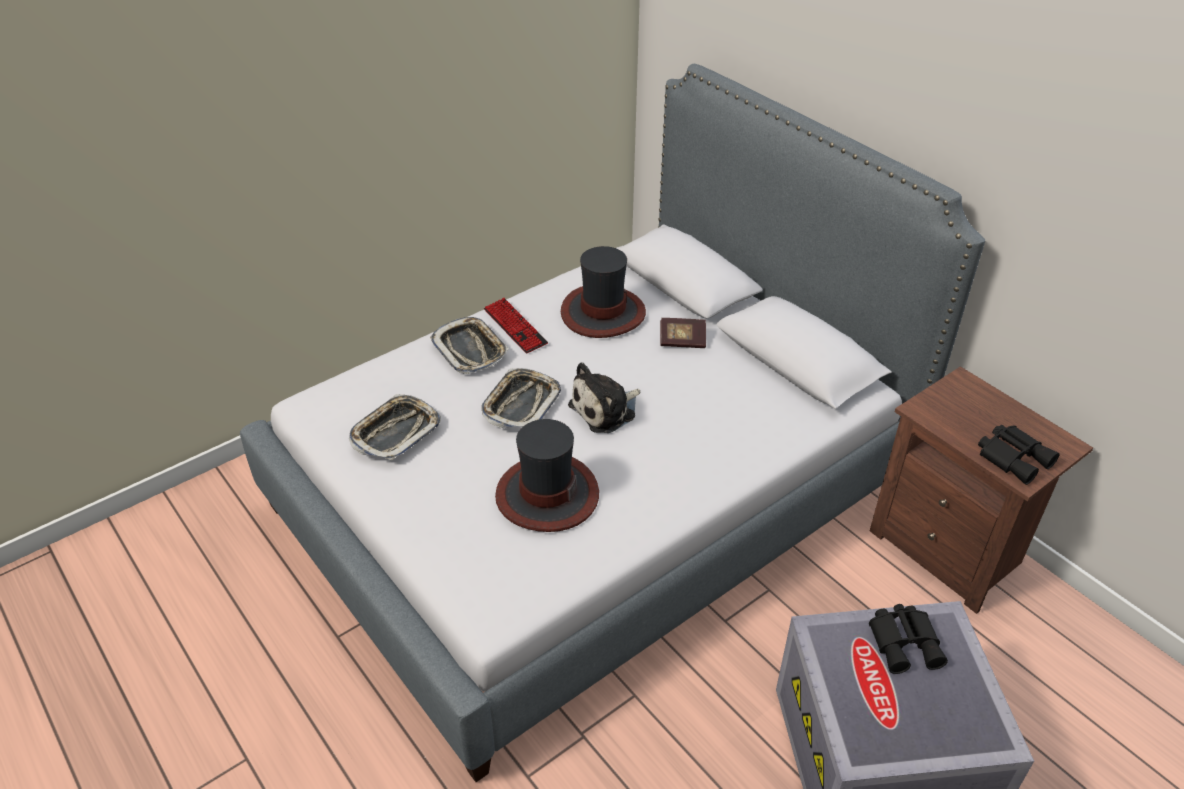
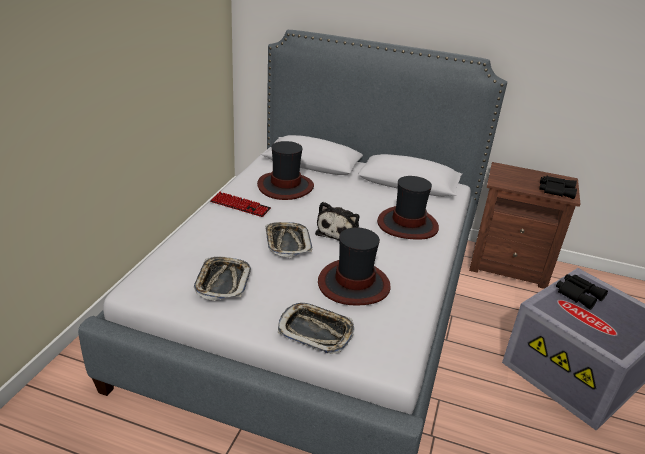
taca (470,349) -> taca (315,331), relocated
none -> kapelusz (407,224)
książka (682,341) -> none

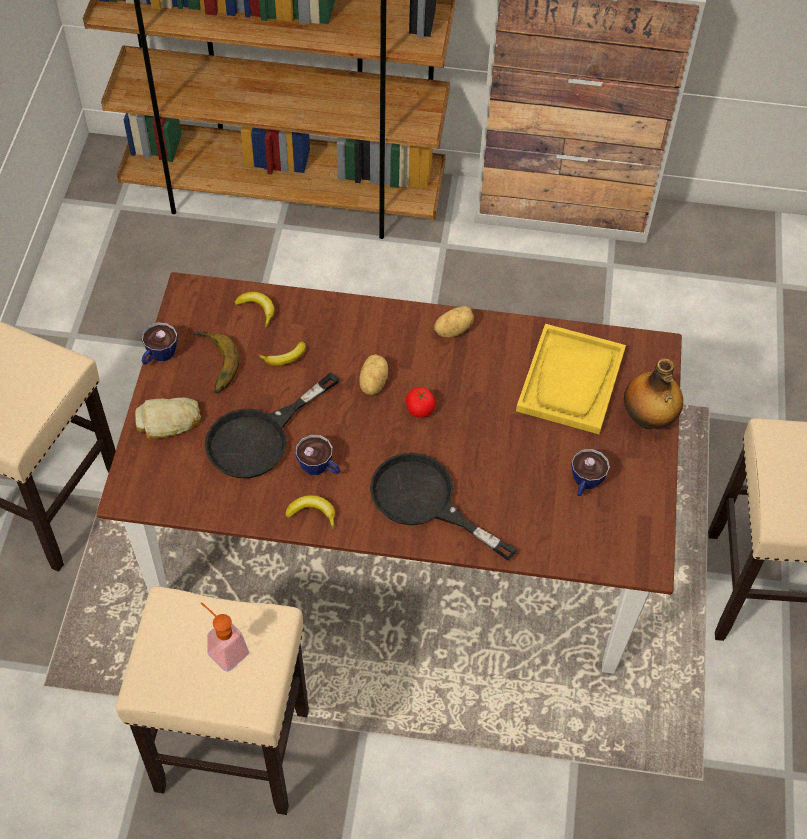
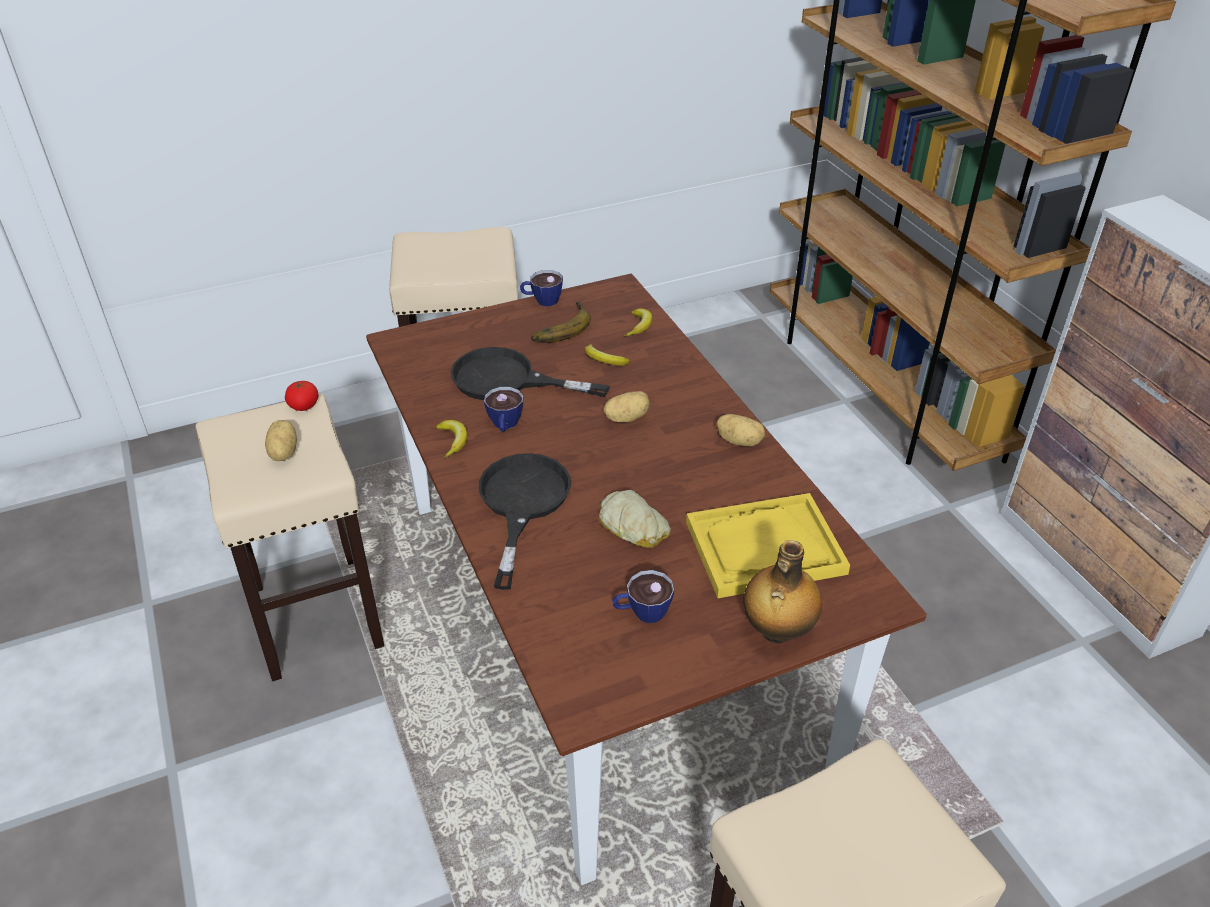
dozownik mydła (223,649) -> ziemniak (282,453)
pomidor (419,409) -> pomidor (304,406), relocated
chleb (169,421) -> chleb (633,526), relocated

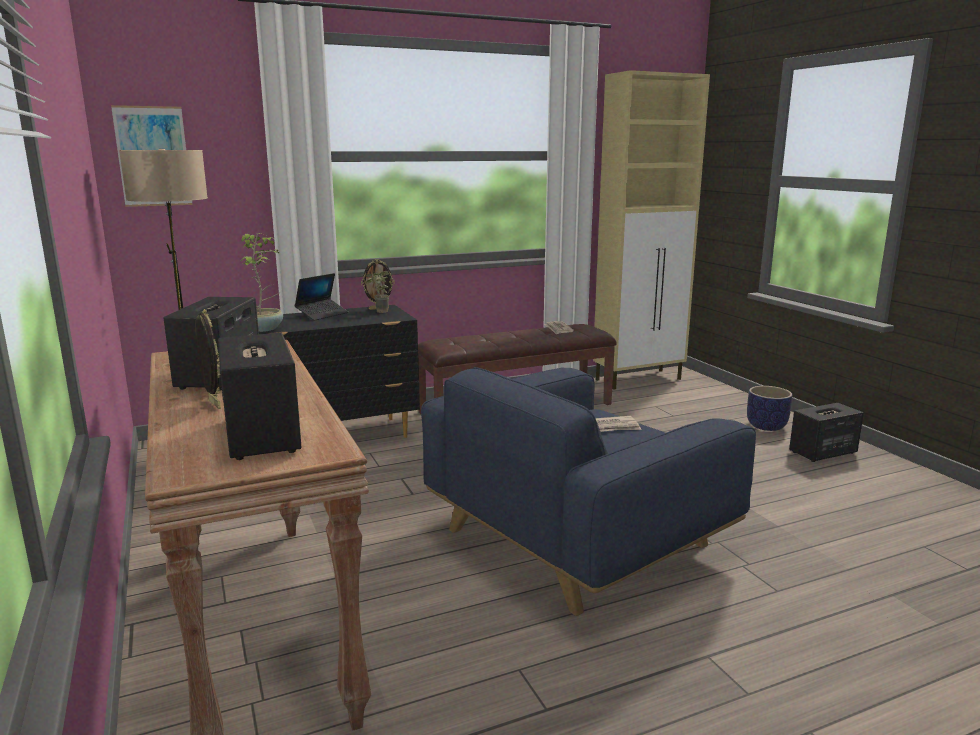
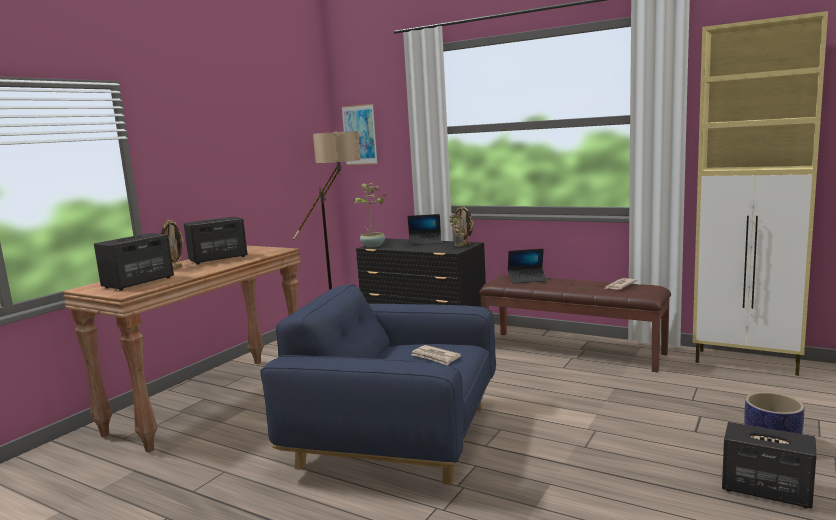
none -> laptop (527,279)

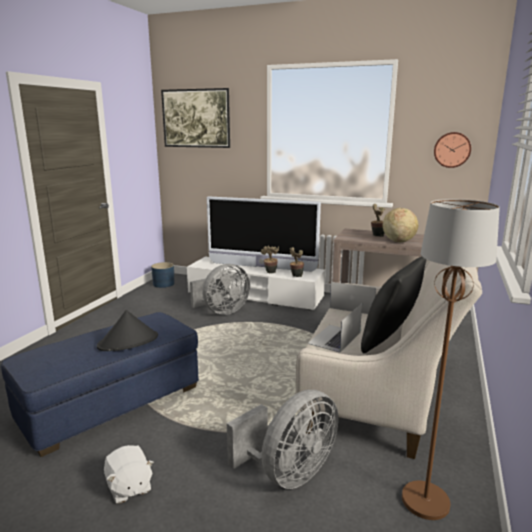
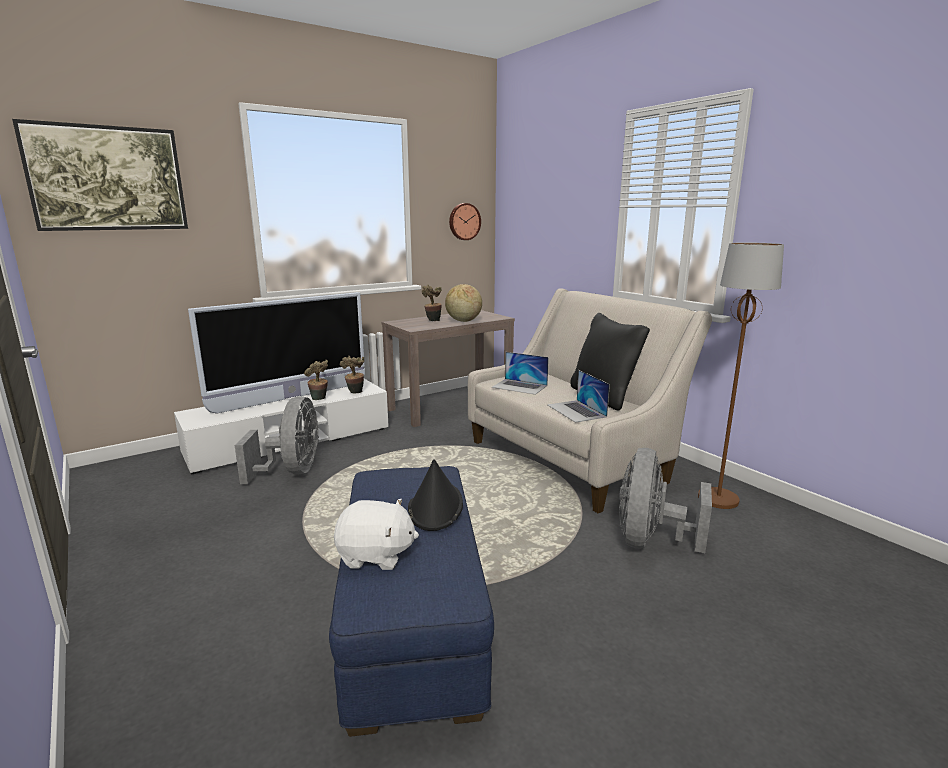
pluszak [biały] (129,487) -> pluszak [biały] (375,555), relocated
laptop (354,306) -> laptop (519,386), 120 degrees counterclockwise
wentylator [szary] (289,473) -> wentylator [szary] (650,541), 150 degrees counterclockwise
donica [niebieski] (164,284) -> none

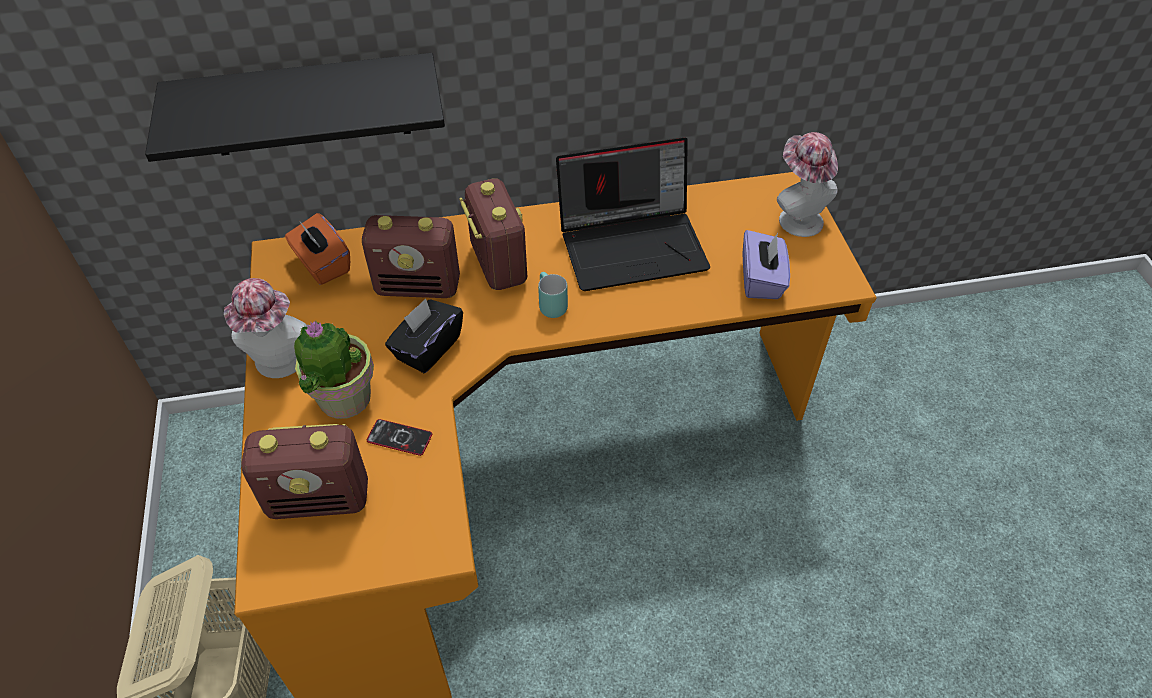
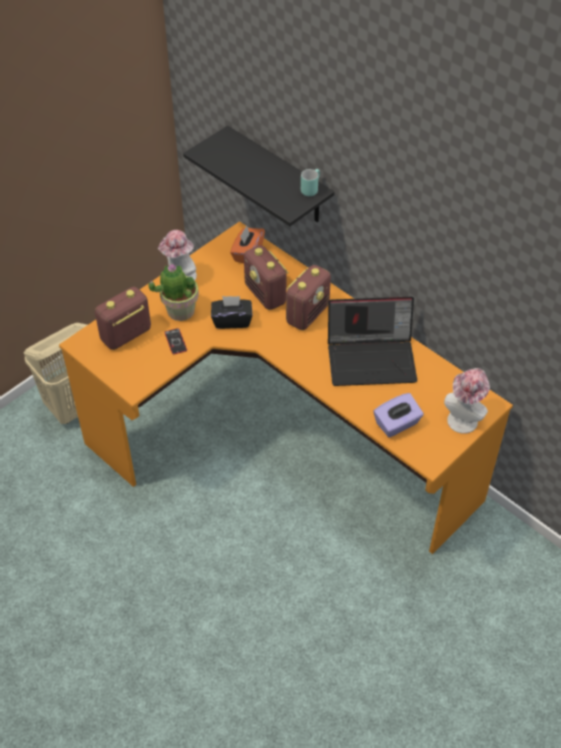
radio (320,498) -> radio (126,335), 90 degrees clockwise
kubek [turkusowy] (548,305) -> kubek [turkusowy] (310,189), relocated
laptop (633,244) -> laptop (372,358), 45 degrees counterclockwise

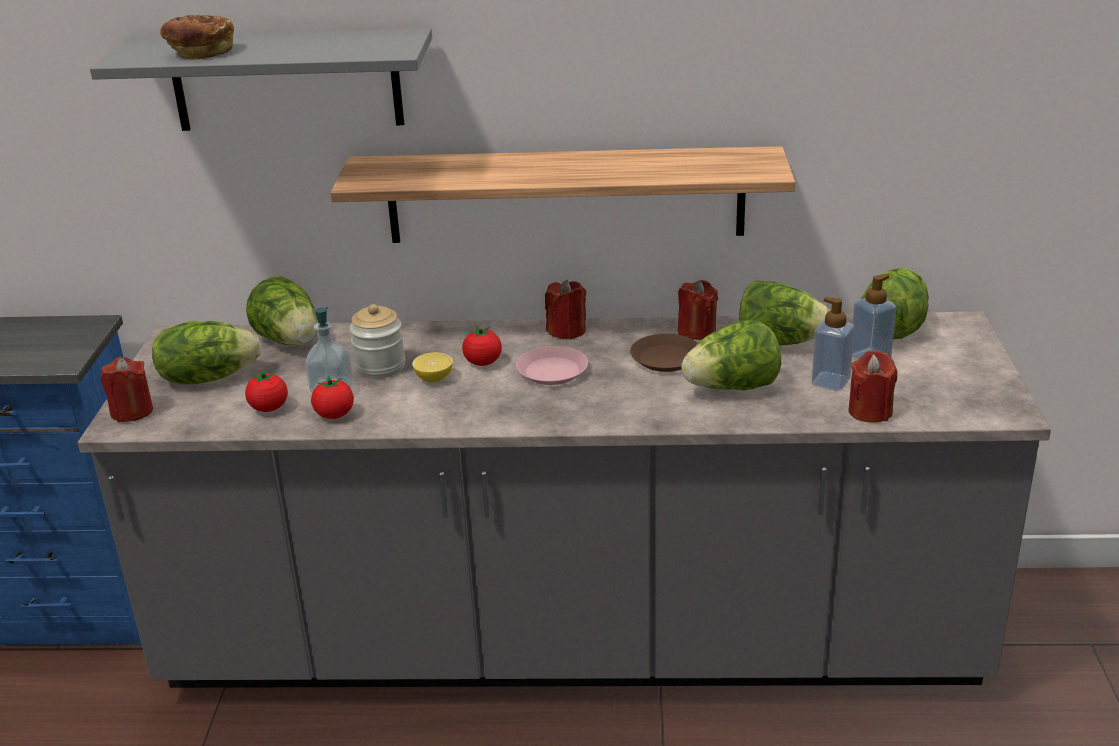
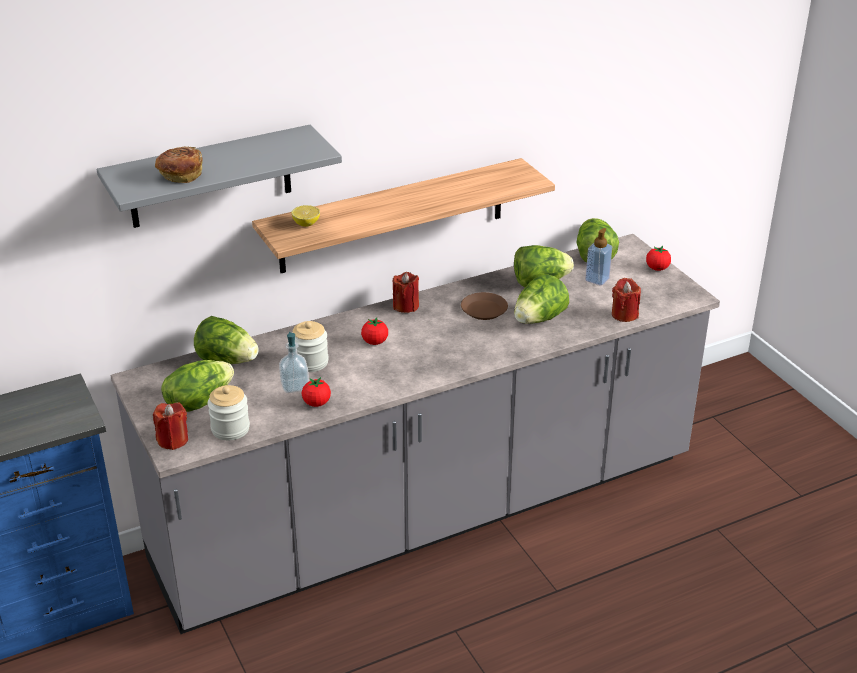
none -> słoik (230,429)
cytryna (434,378) -> cytryna (306,224), relocated
pomidor (269,408) -> pomidor (657,268), relocated
talerz [różowy] (552,371) -> none
świeca [czerwony] (696,331) -> none
dozownik mydła (830,381) -> none

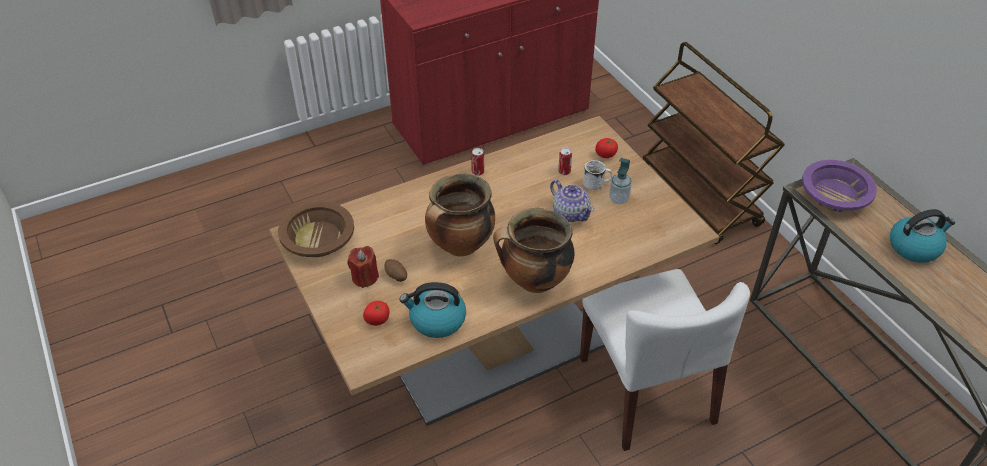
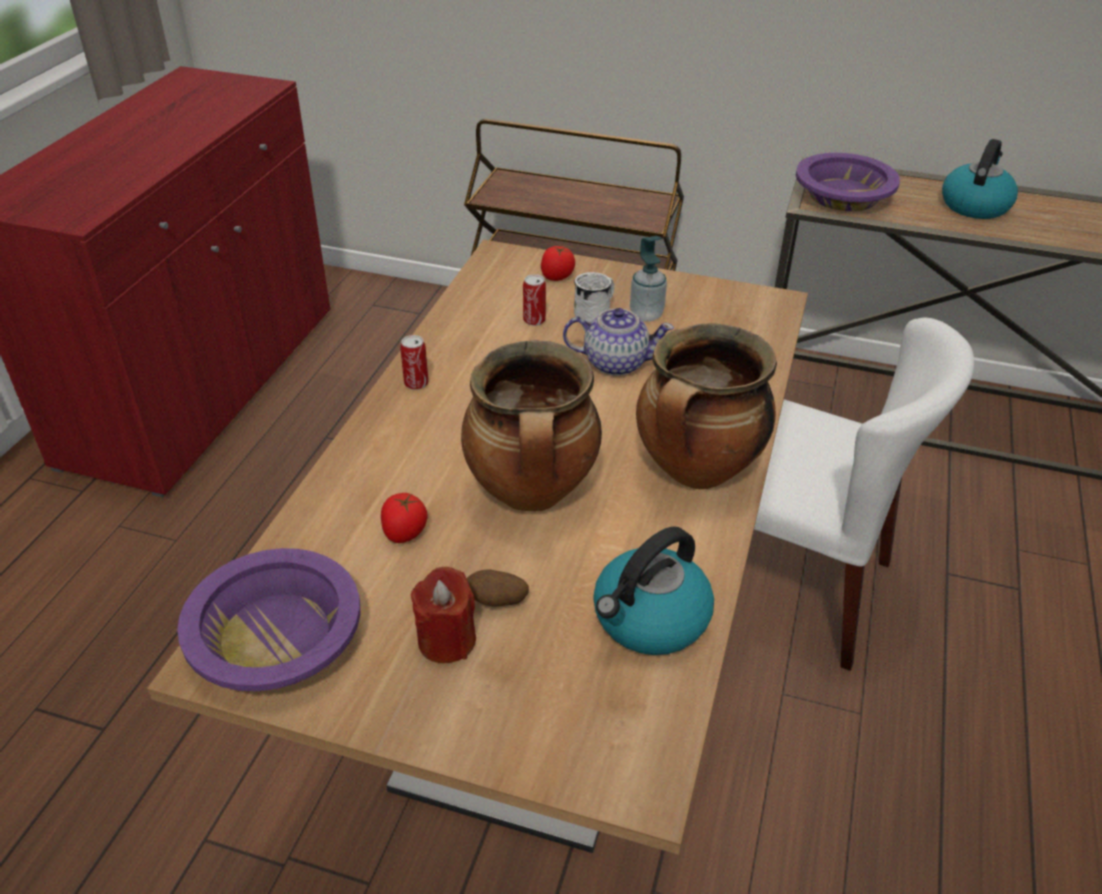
miska [brązowy] (318,239) -> miska [fioletowy] (276,639)
pomidor (377,320) -> pomidor (404,532), relocated

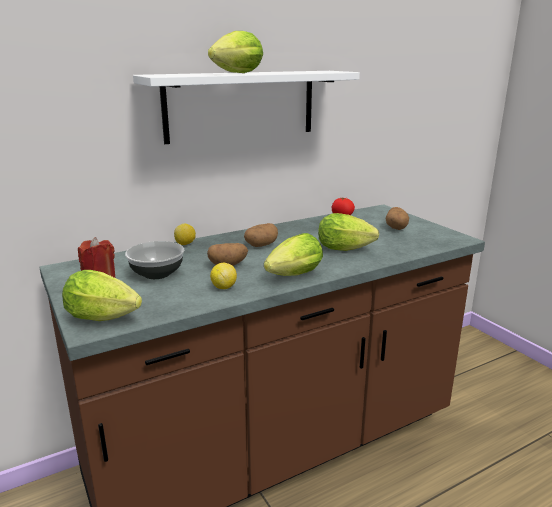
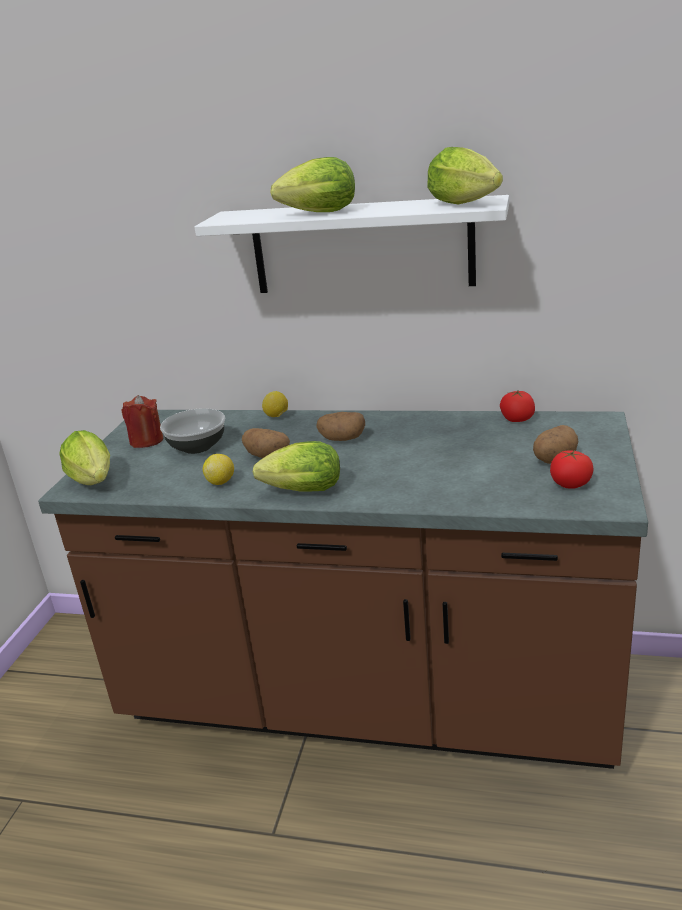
sałata (347,249) -> sałata (467,204), relocated
none -> pomidor (571,484)

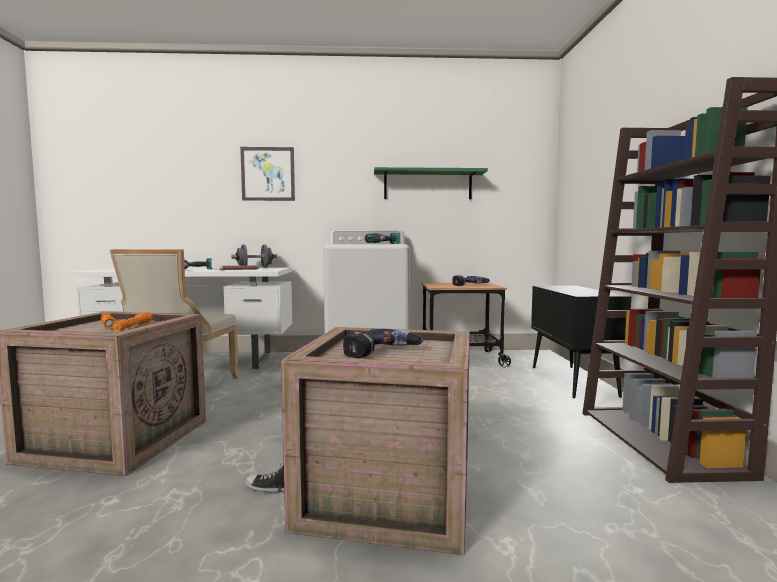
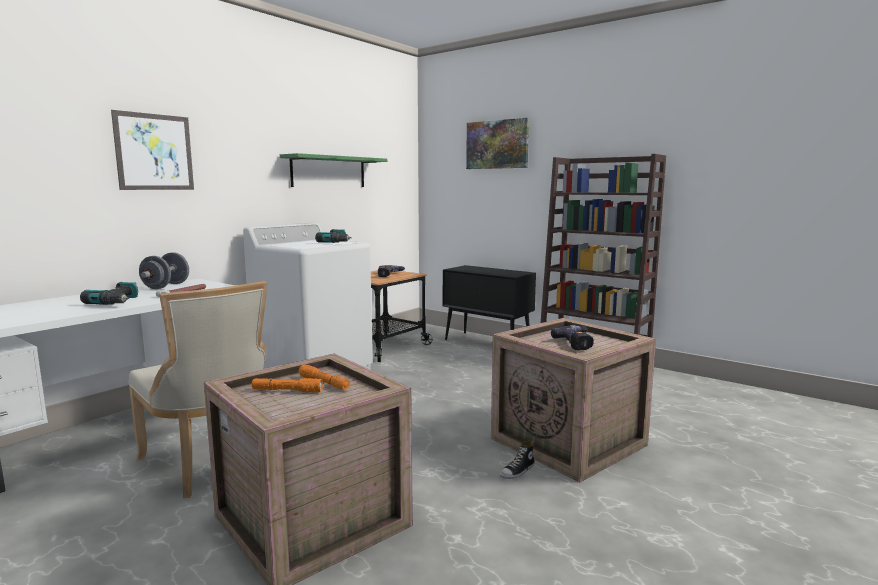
none -> obraz (497,144)

